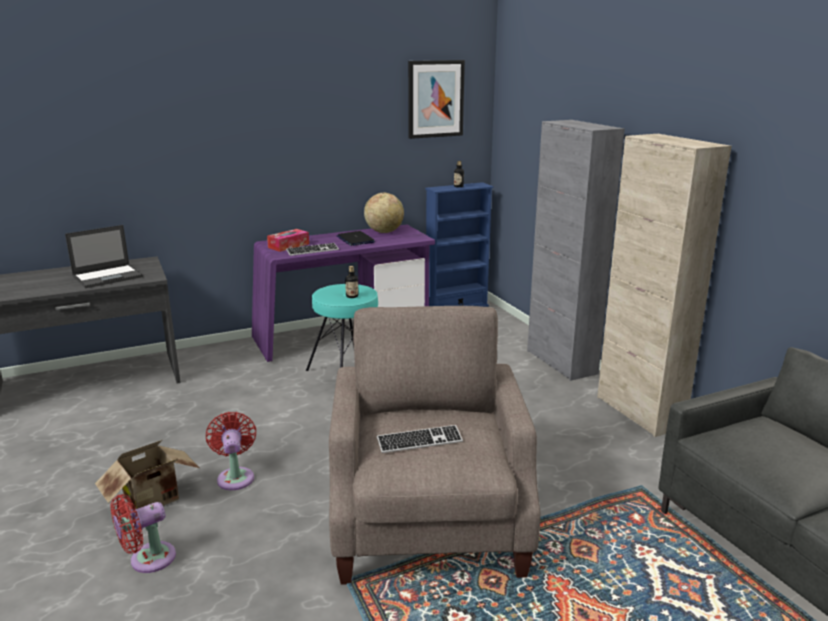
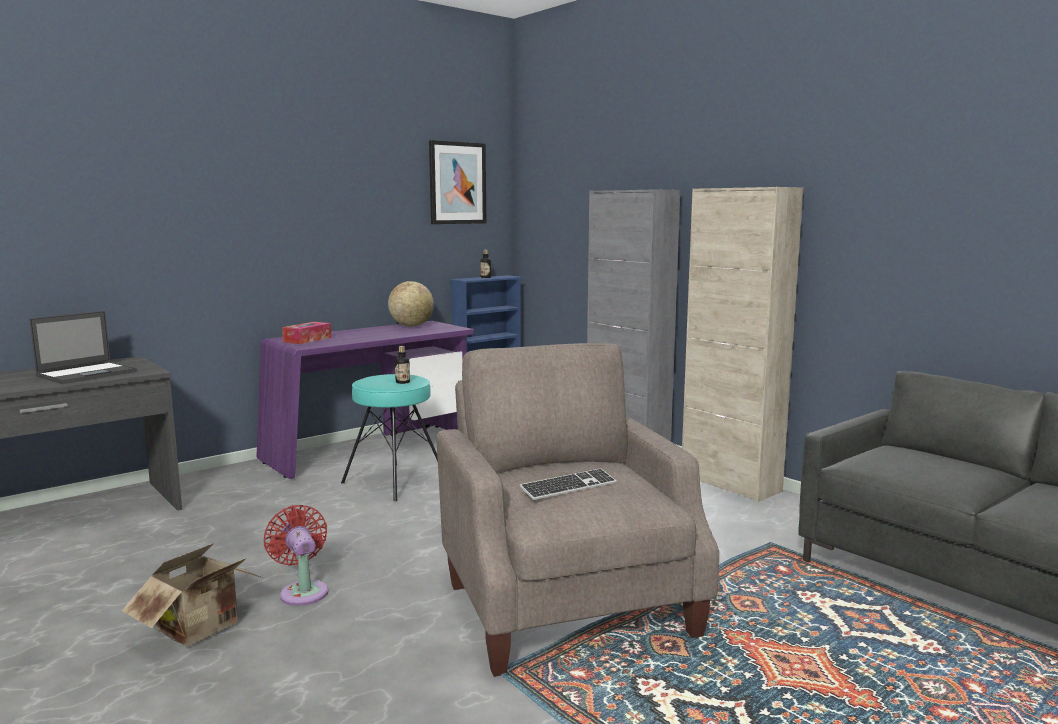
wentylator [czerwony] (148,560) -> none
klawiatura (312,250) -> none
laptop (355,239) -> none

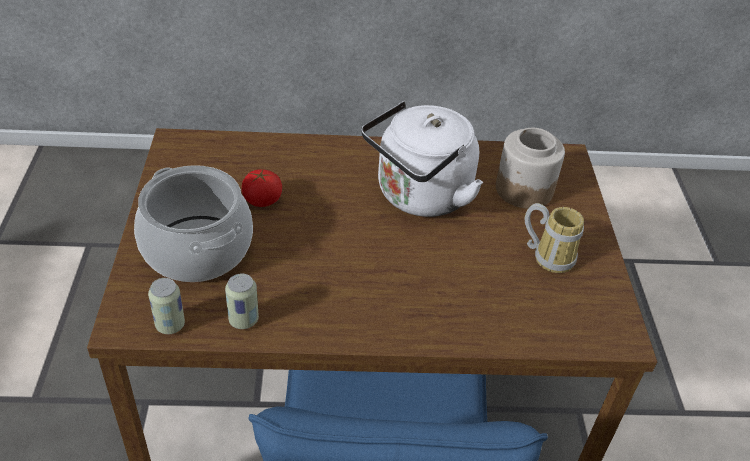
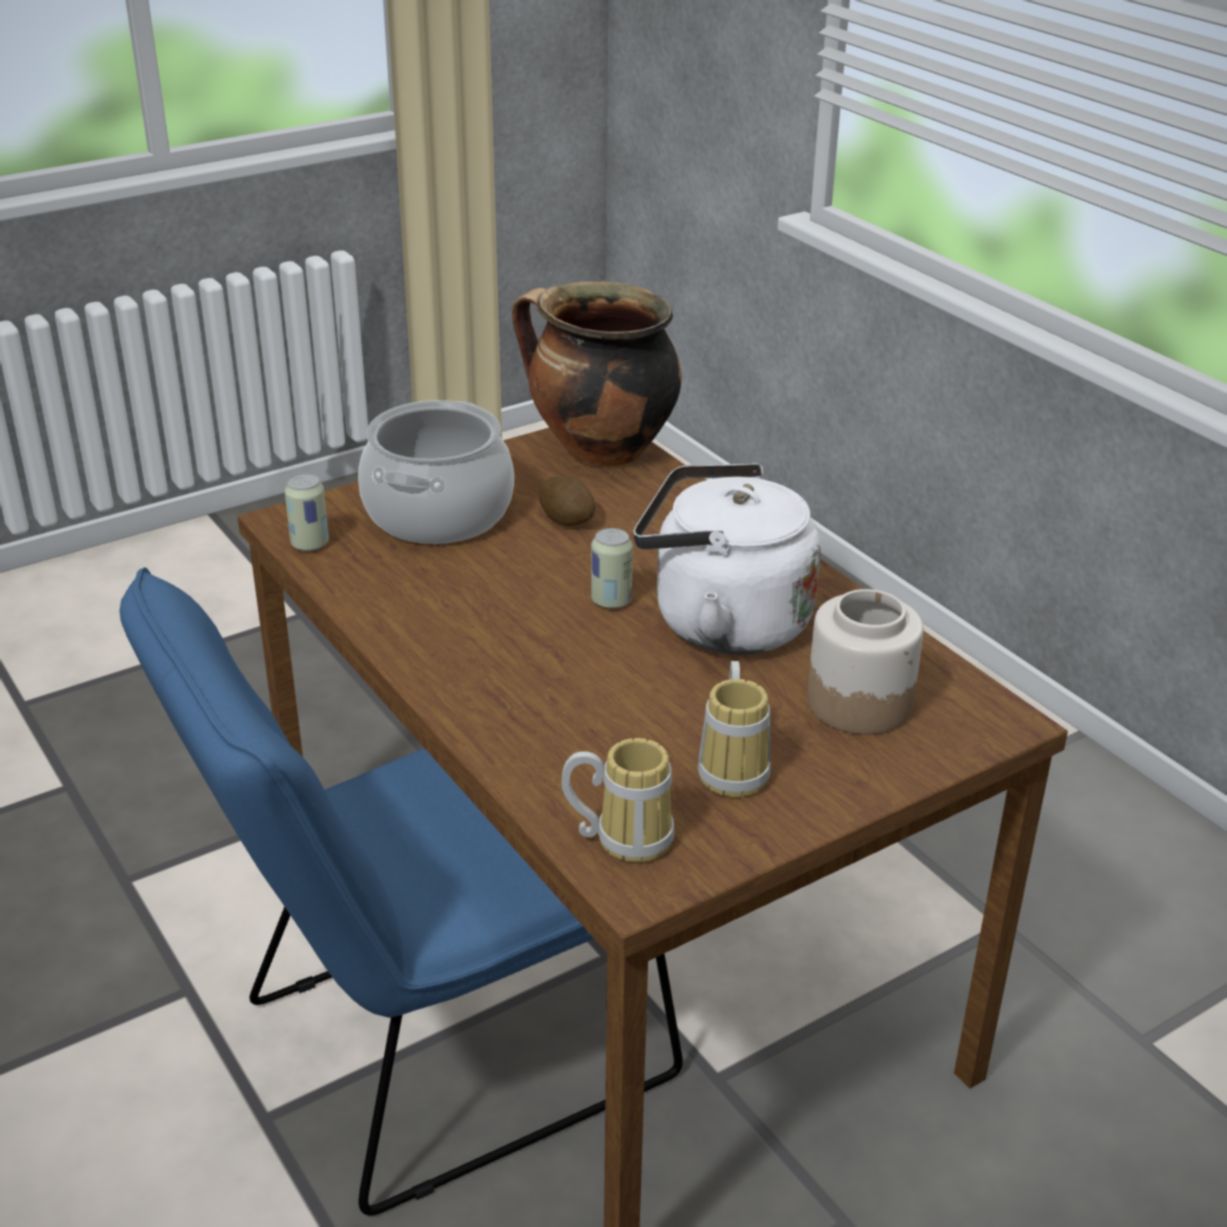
none -> garnek (599,451)
pomidor (262,200) -> ziemniak (568,519)
none -> kubek (623,836)
puszka (243,320) -> puszka (611,601), relocated

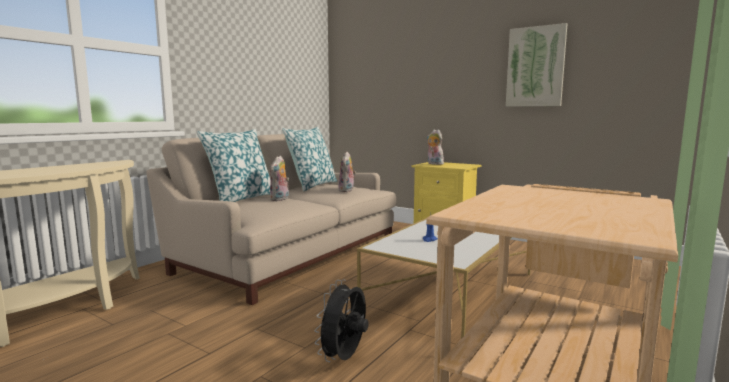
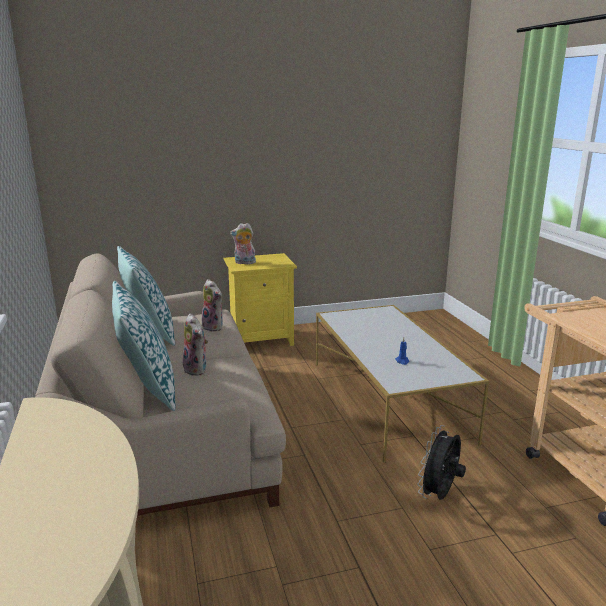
wentylator [czarny] (345,358) -> wentylator [czarny] (439,495), 60 degrees clockwise
obraz (535,67) -> none

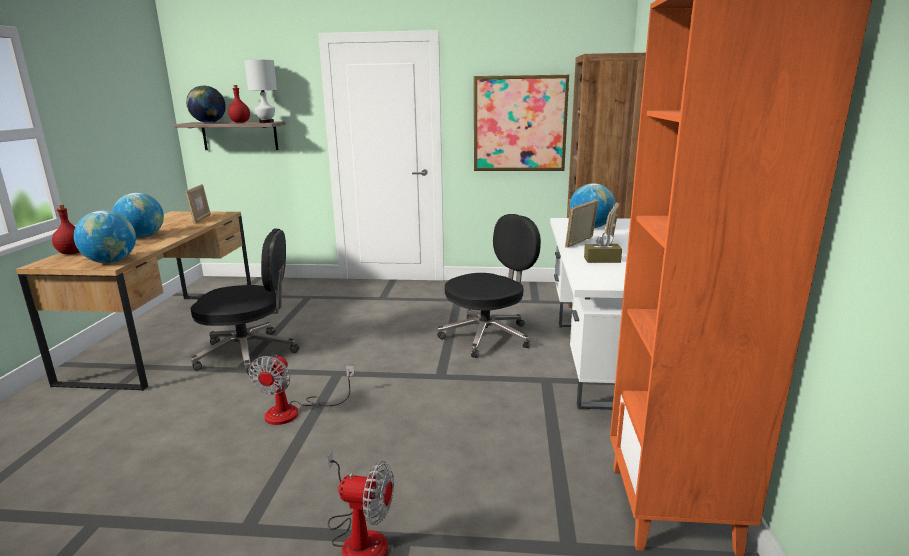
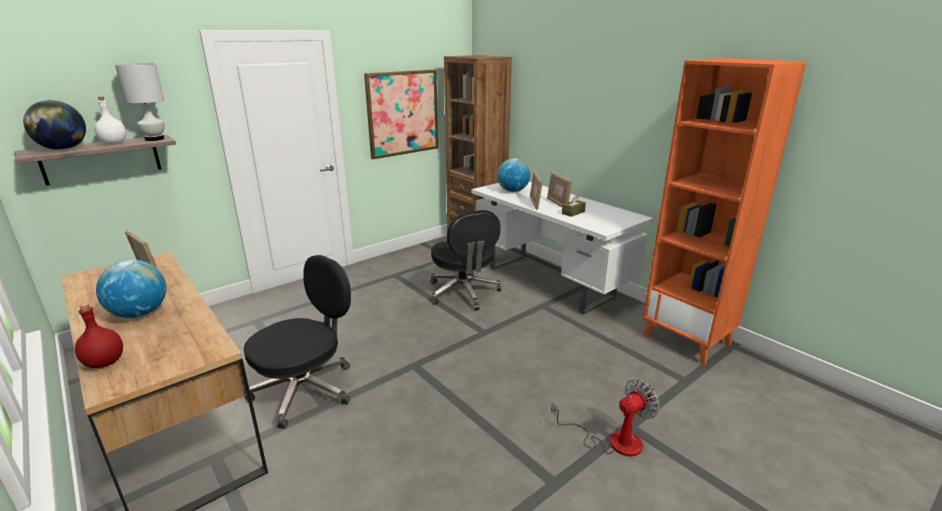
butelka [czerwony] (240,122) -> butelka [biały] (114,143)
krzesło biurowe [czarny] (488,336) -> krzesło biurowe [czarny] (464,293), 150 degrees clockwise
globus (111,261) -> none
wentylator (294,411) -> none

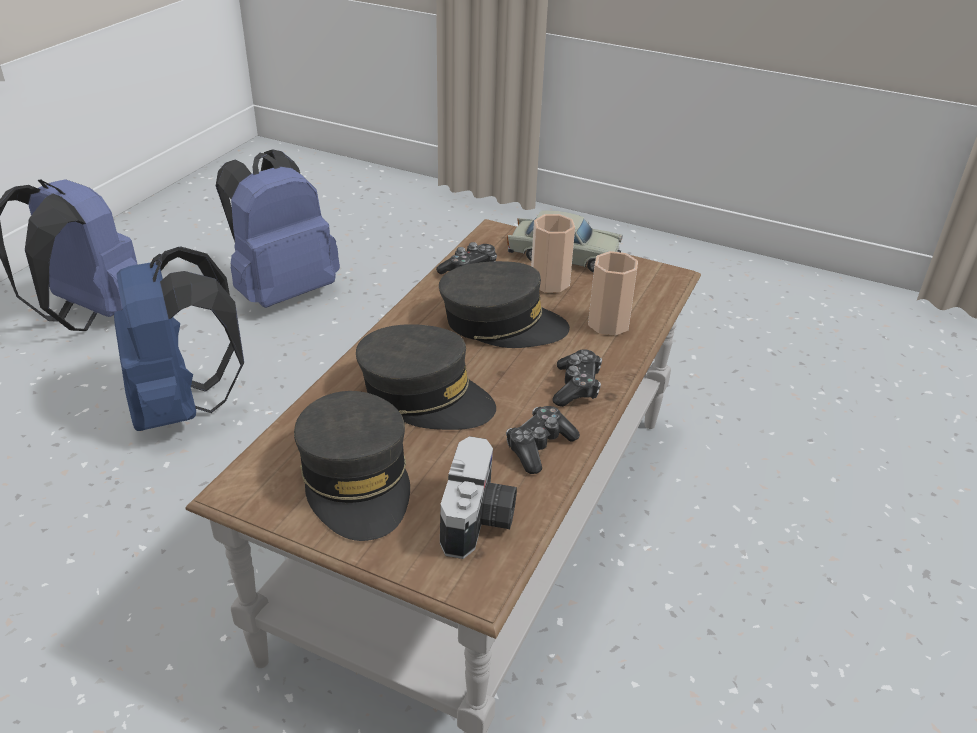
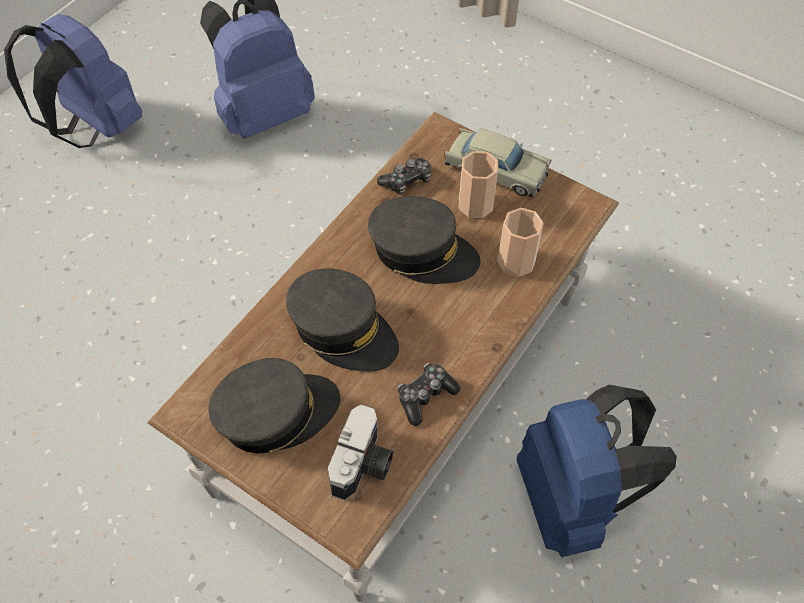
czapka z daszkiem [szary] (356,480) -> czapka z daszkiem [szary] (276,414), 105 degrees counterclockwise
plecak [niebieski] (182,407) -> plecak [niebieski] (573,500), relocated
pad do gier (576,387) -> none

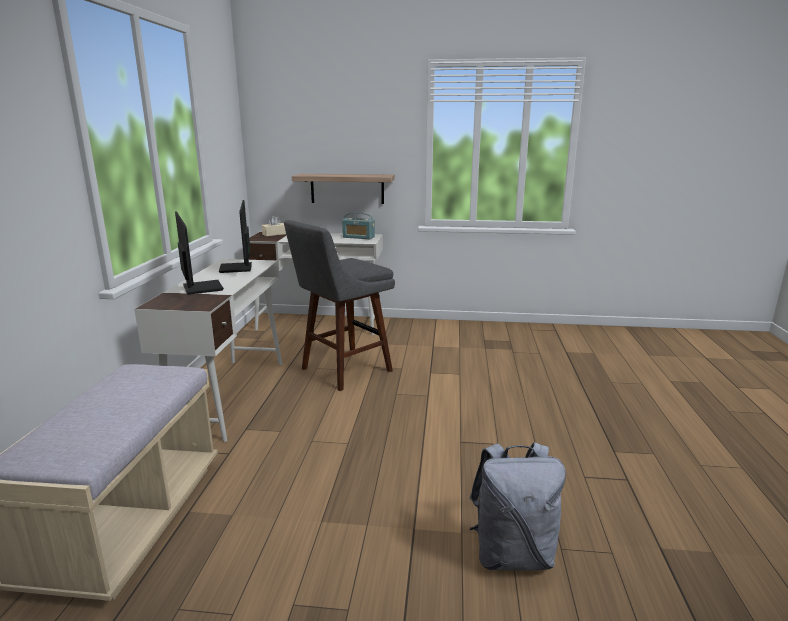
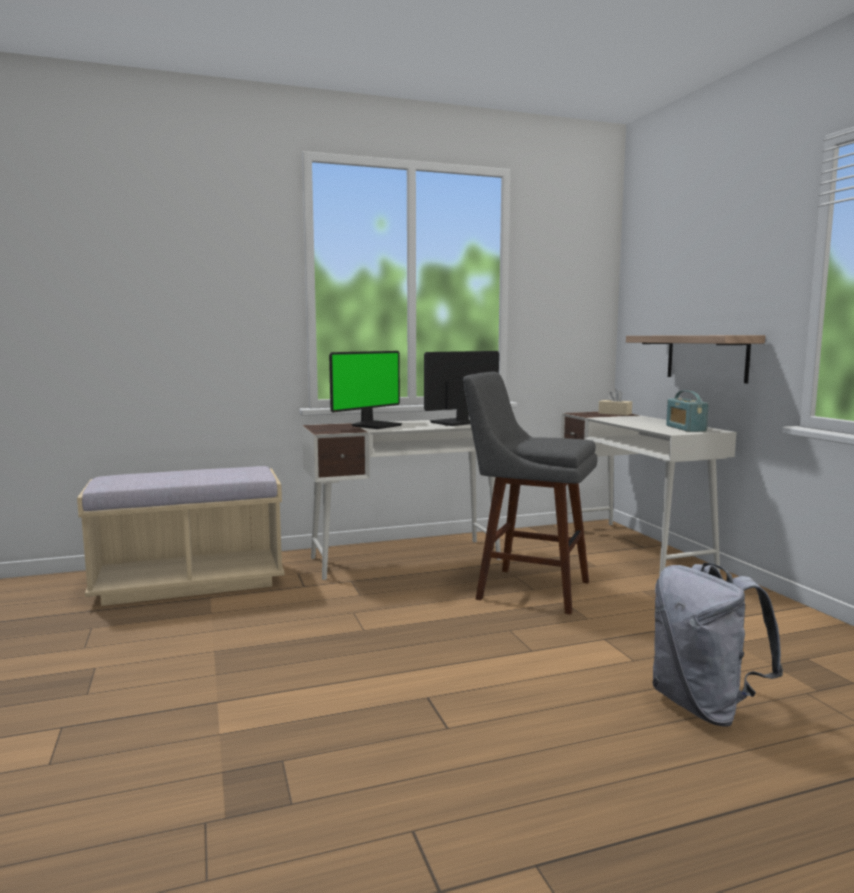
plecak [szary] (512,554) -> plecak [szary] (704,707), relocated

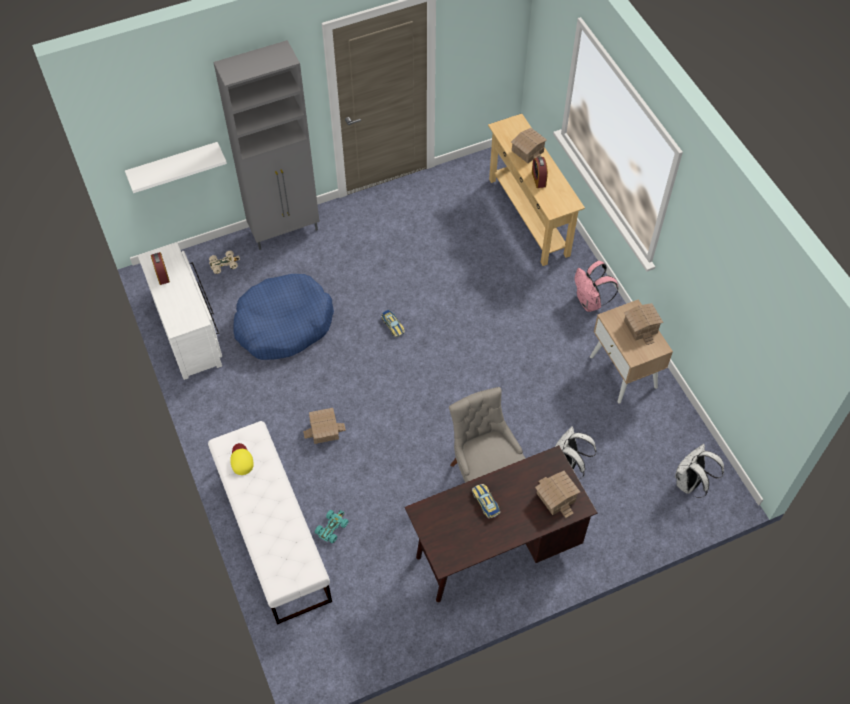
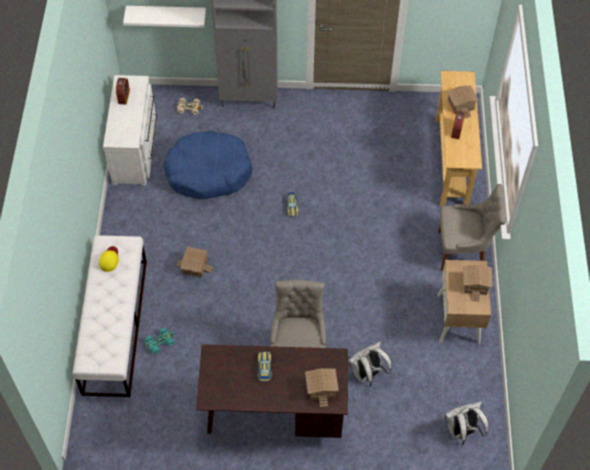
plecak [różowy] (590,302) -> krzesło [szary] (463,251)

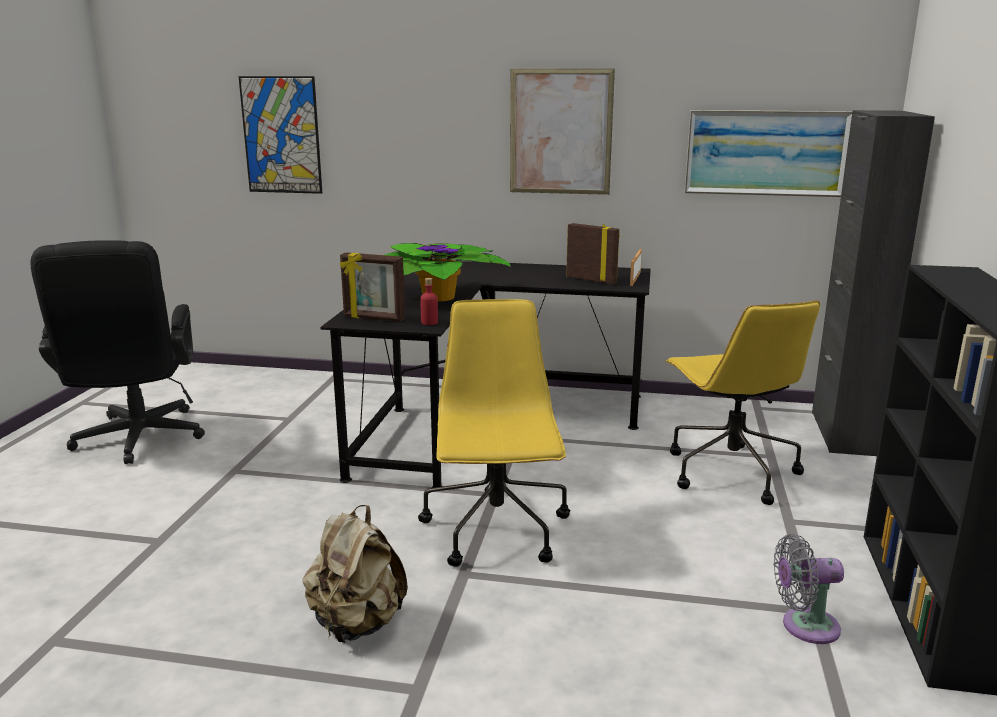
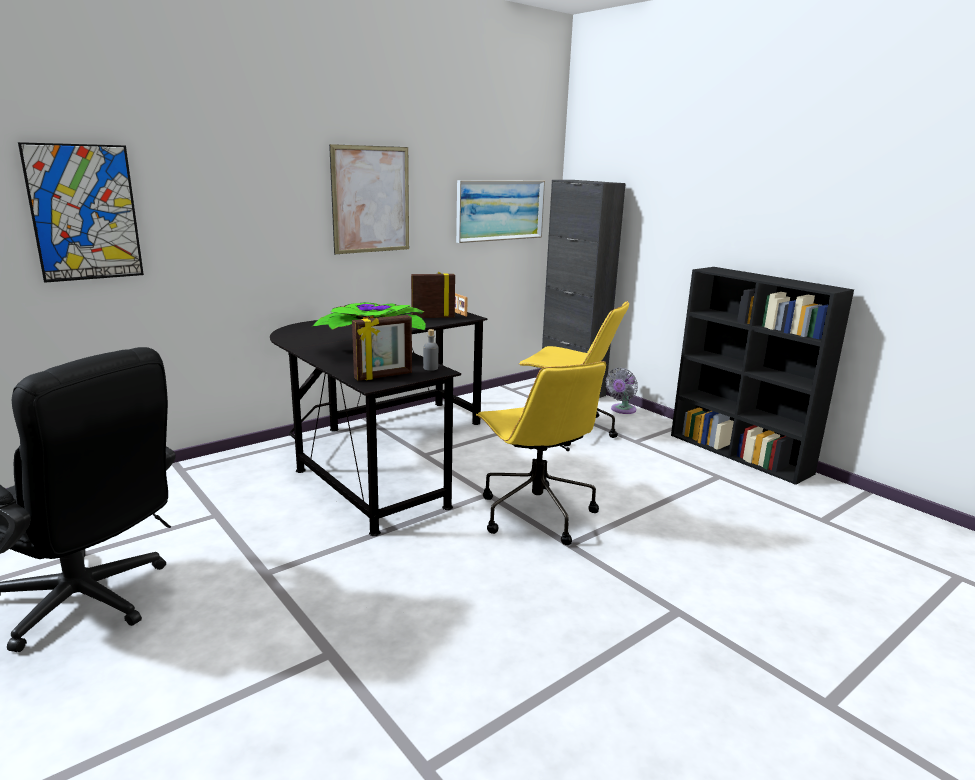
butelka [czerwony] (429,322) -> butelka [szary] (430,368)
krzesło biurowe [żółty] (497,531) -> krzesło biurowe [żółty] (535,513), 150 degrees counterclockwise
wentylator [szary] (804,626) -> wentylator [szary] (622,410), relocated
plecak [beżowy] (356,624) -> none

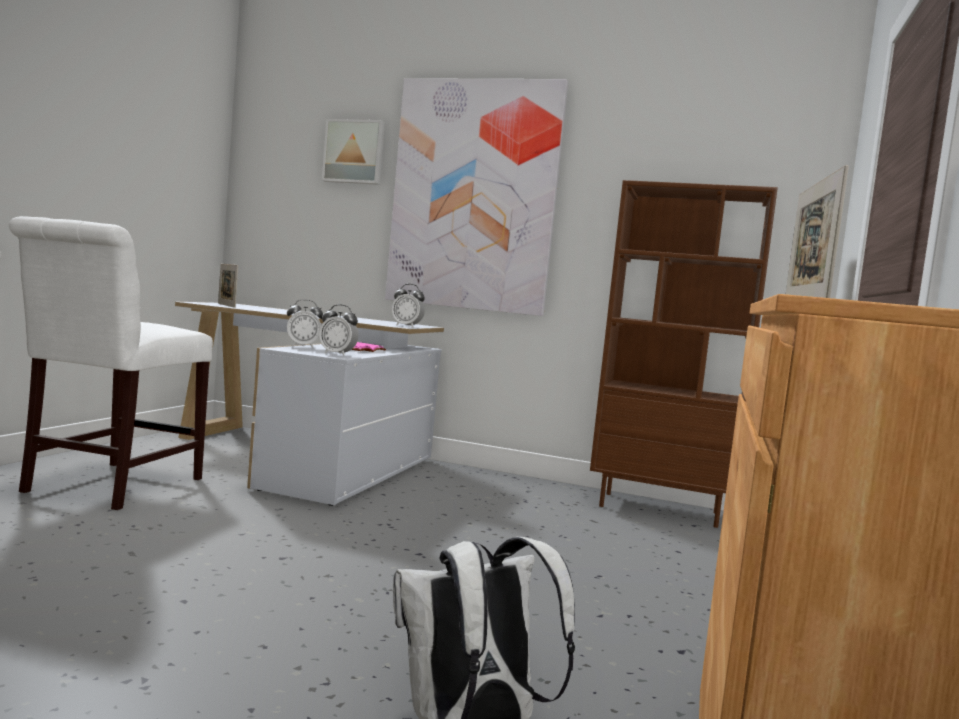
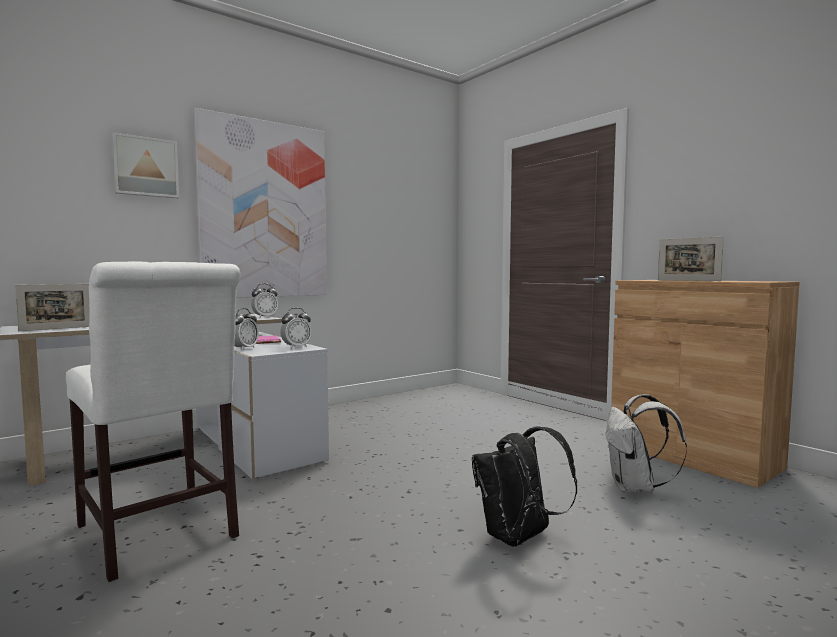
ramka na zdjęcie (226,305) -> ramka na zdjęcie (57,328), 45 degrees counterclockwise
none -> plecak [czarny] (518,539)
regał [brązowy] (660,509) -> none

